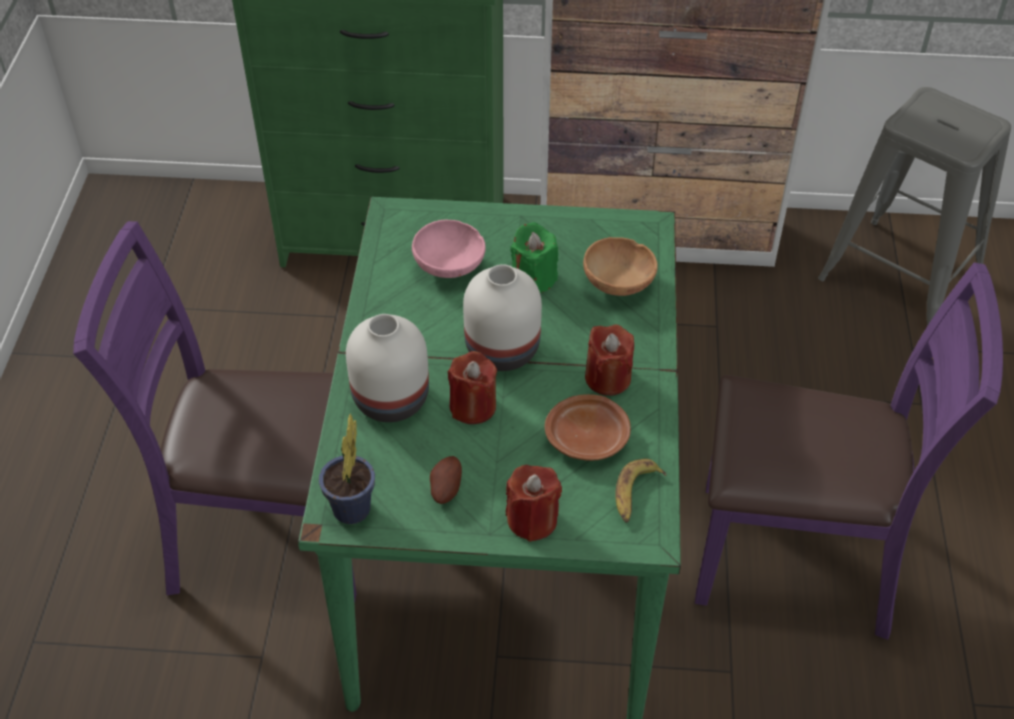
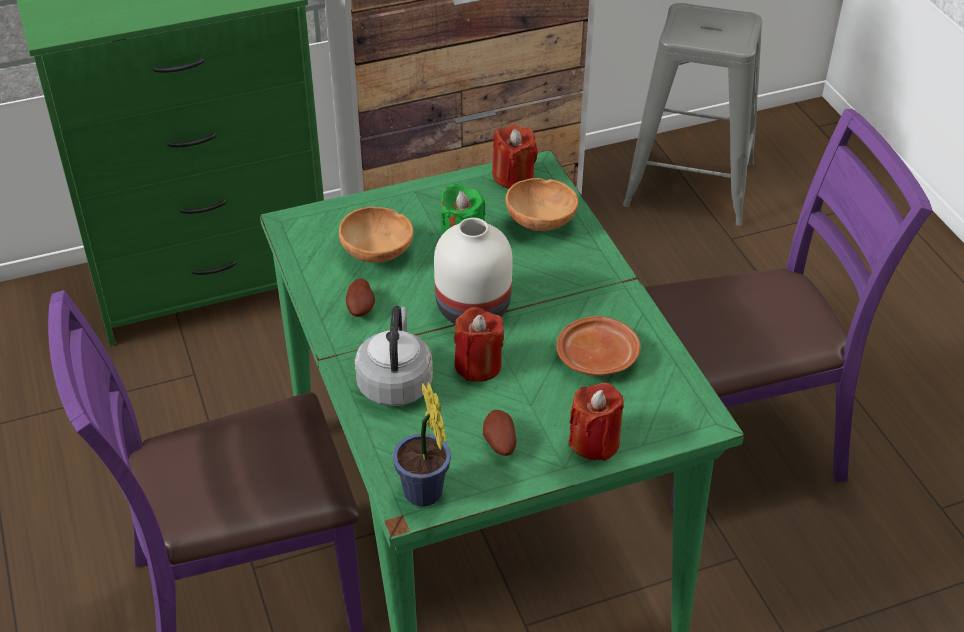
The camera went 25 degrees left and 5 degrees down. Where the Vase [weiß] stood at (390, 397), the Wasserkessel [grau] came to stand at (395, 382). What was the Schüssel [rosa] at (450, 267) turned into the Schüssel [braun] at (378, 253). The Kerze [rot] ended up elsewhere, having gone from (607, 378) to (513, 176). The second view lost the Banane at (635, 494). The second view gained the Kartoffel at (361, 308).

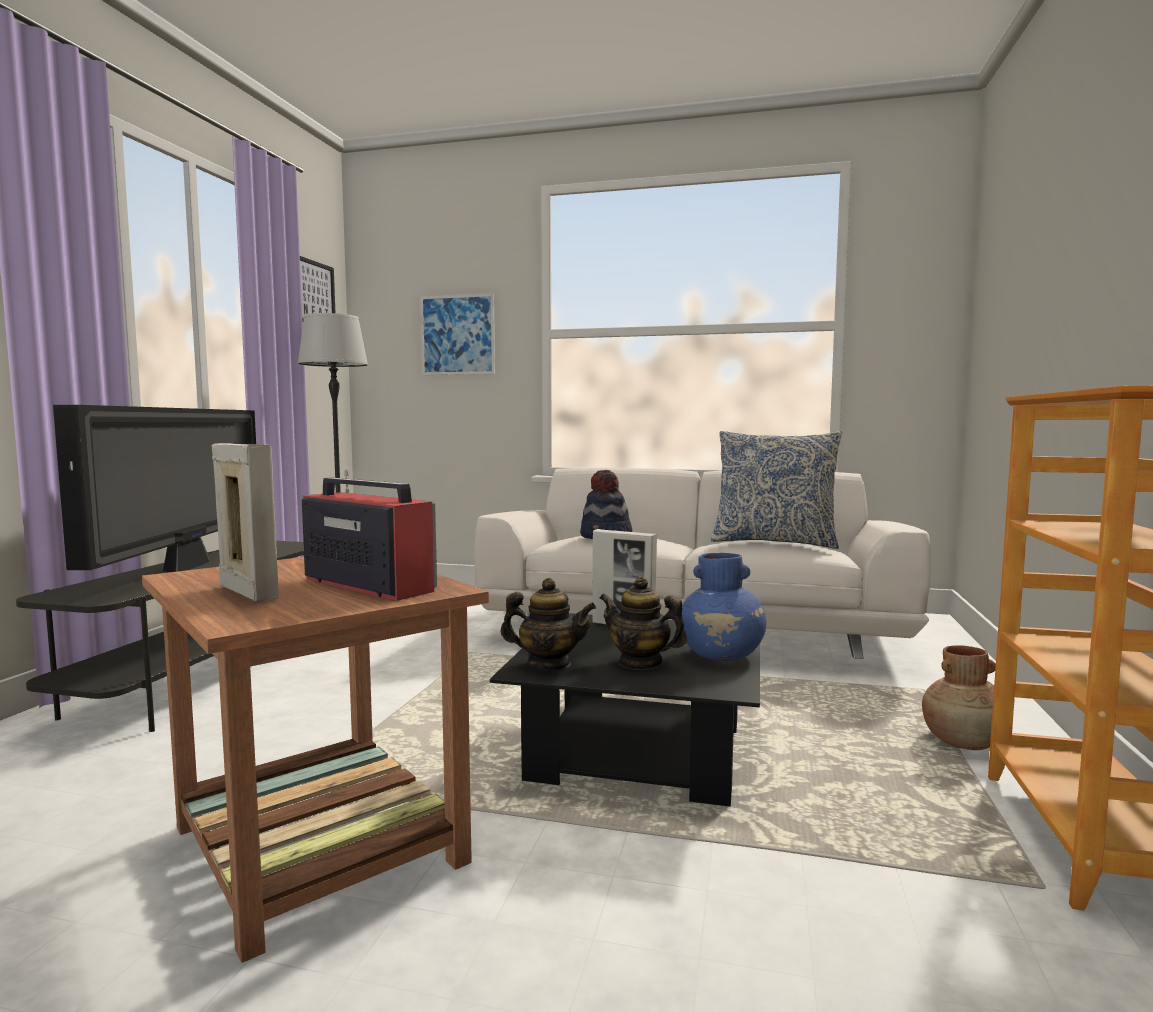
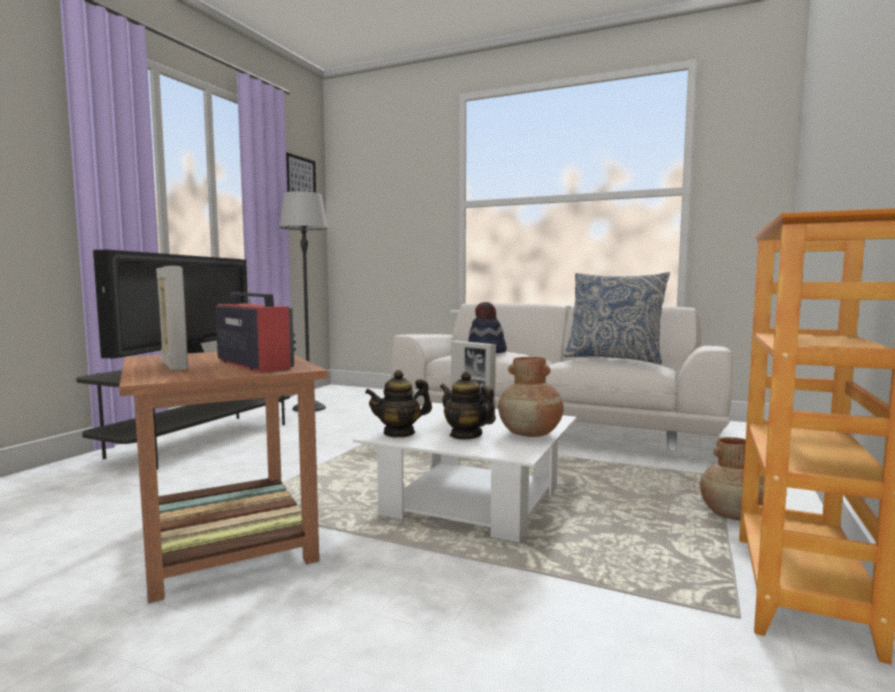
The camera went 10 degrees right and 0 degrees up. The second view lost the Bild at (457, 335). What was the Couchtisch [schwarz] at (639, 750) turned into the Couchtisch [weiß] at (472, 502). The Teekanne at (548, 664) ended up facing another way, 135 degrees clockwise from before. What was the Vase [blau] at (722, 656) turned into the Vase [braun] at (530, 434).

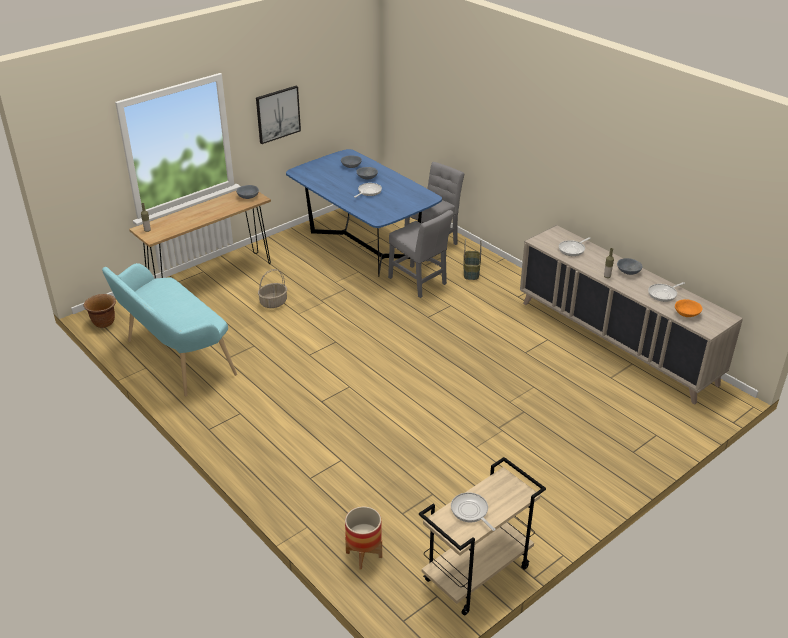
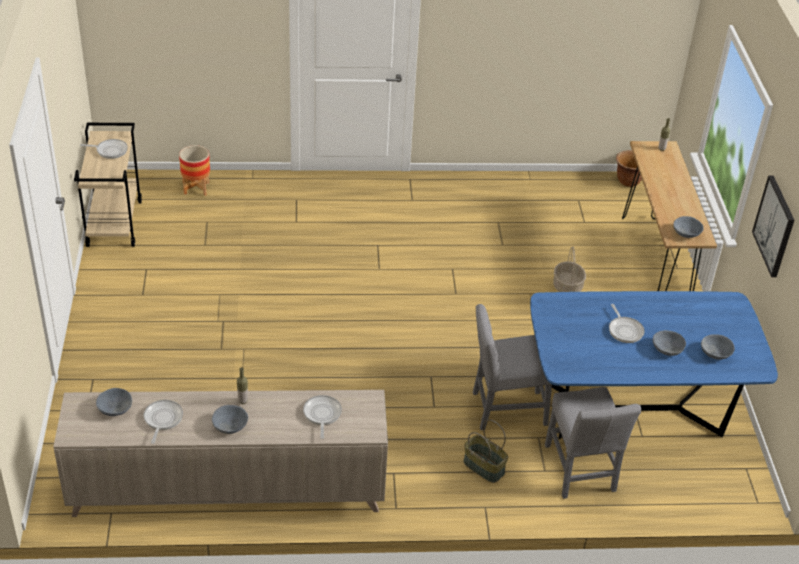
The camera went 125 degrees right and 5 degrees up. The second view lost the Bank [türkis] at (174, 359). What was the Schüssel [orange] at (686, 314) turned into the Schüssel [grau] at (115, 408).

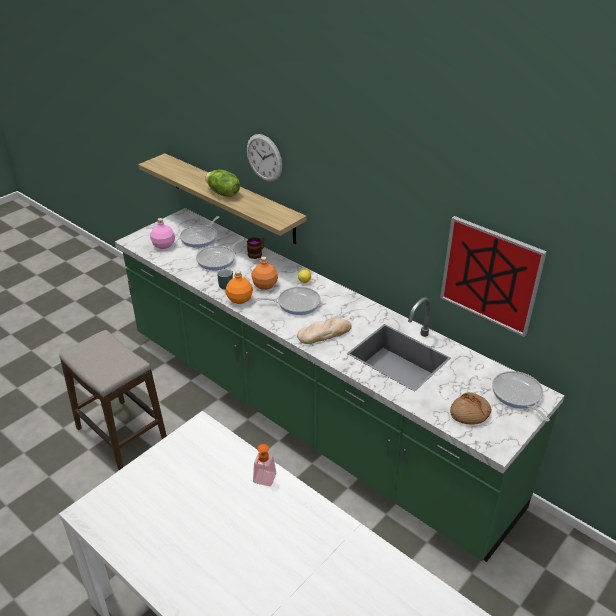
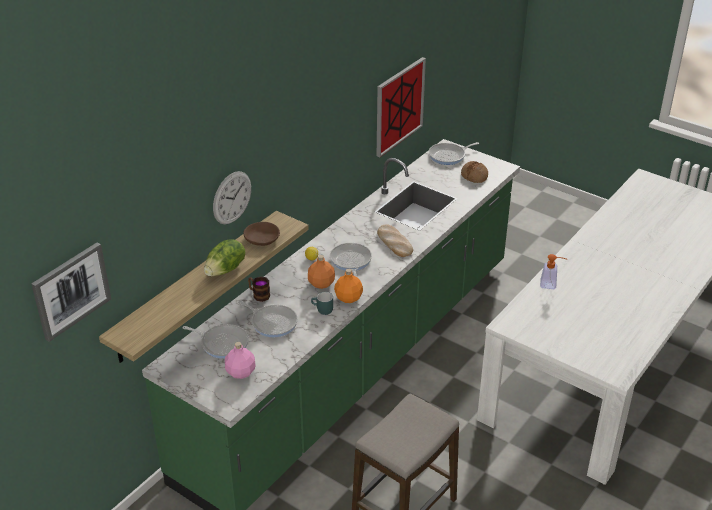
The camera went 95 degrees left and 0 degrees up. The second view gained the Bild at (71, 290). The second view gained the Schüssel [braun] at (262, 239).

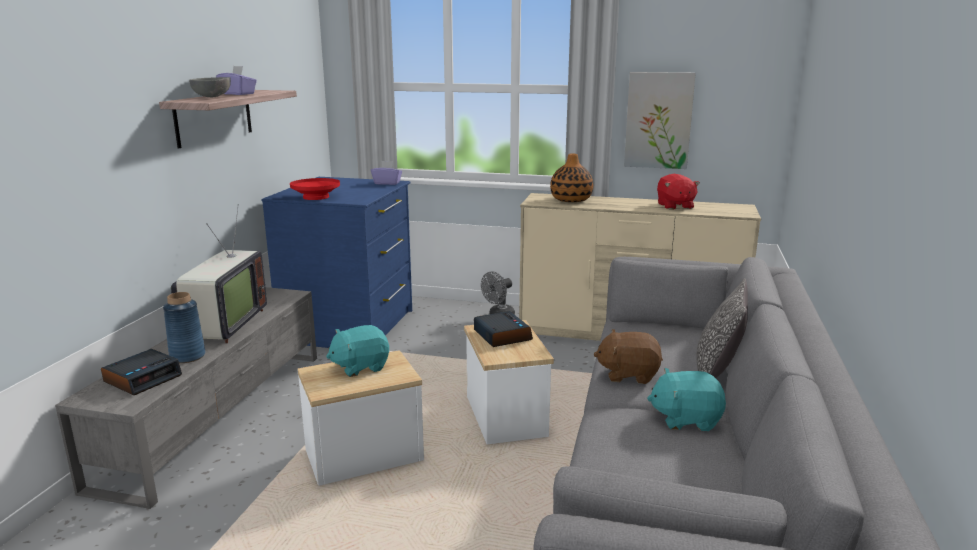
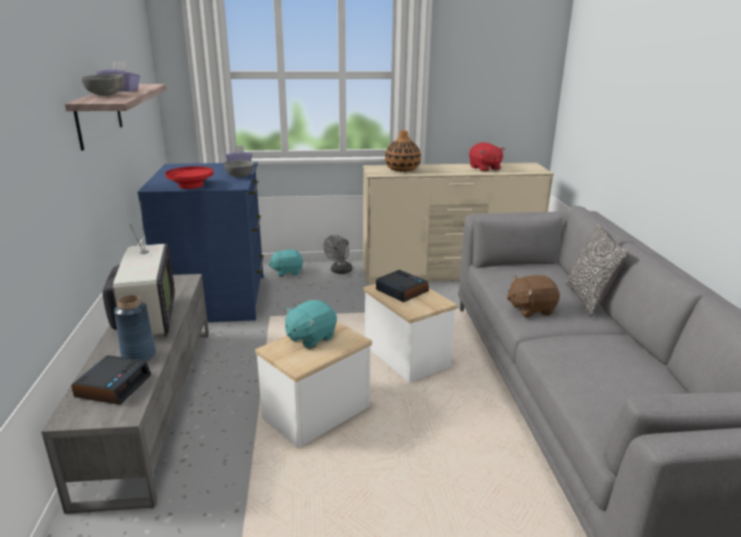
The camera went 20 degrees left and 5 degrees up. The second view lost the Bild at (658, 120). The Plüschtier [türkis] ended up elsewhere, having gone from (685, 419) to (287, 272). The second view gained the Schüssel [grau] at (239, 176).

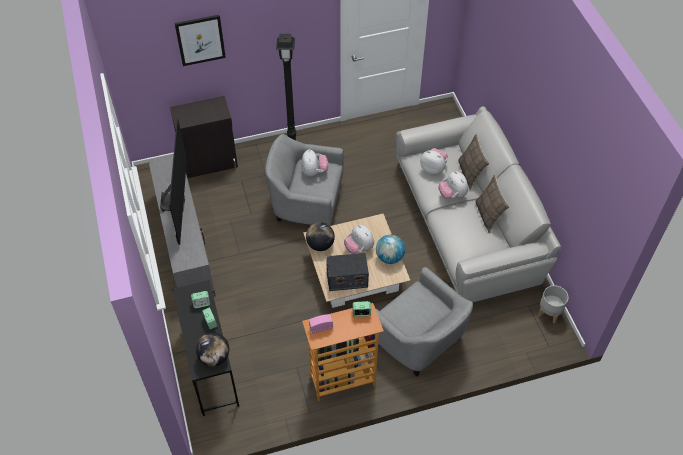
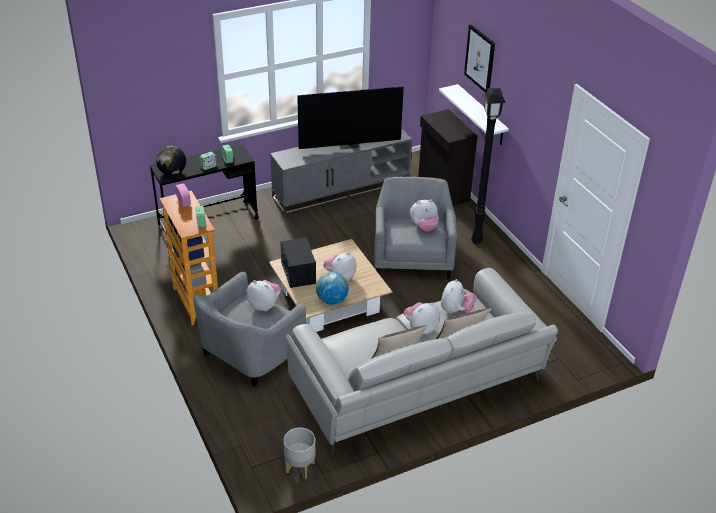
The camera went 80 degrees right and 15 degrees down. The second view lost the Globus at (320, 245). The second view gained the Plüschtier at (264, 305). The second view gained the Wandregal [weiß] at (481, 115).

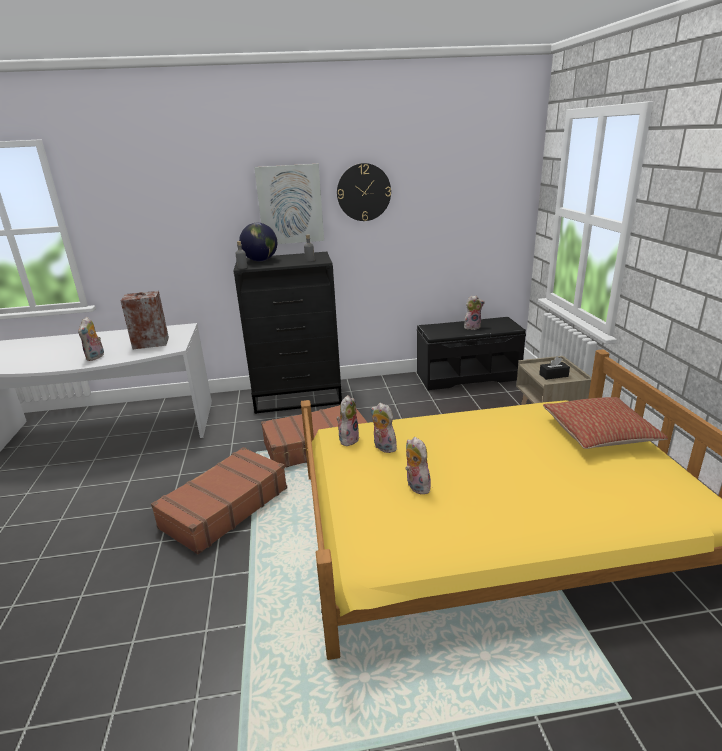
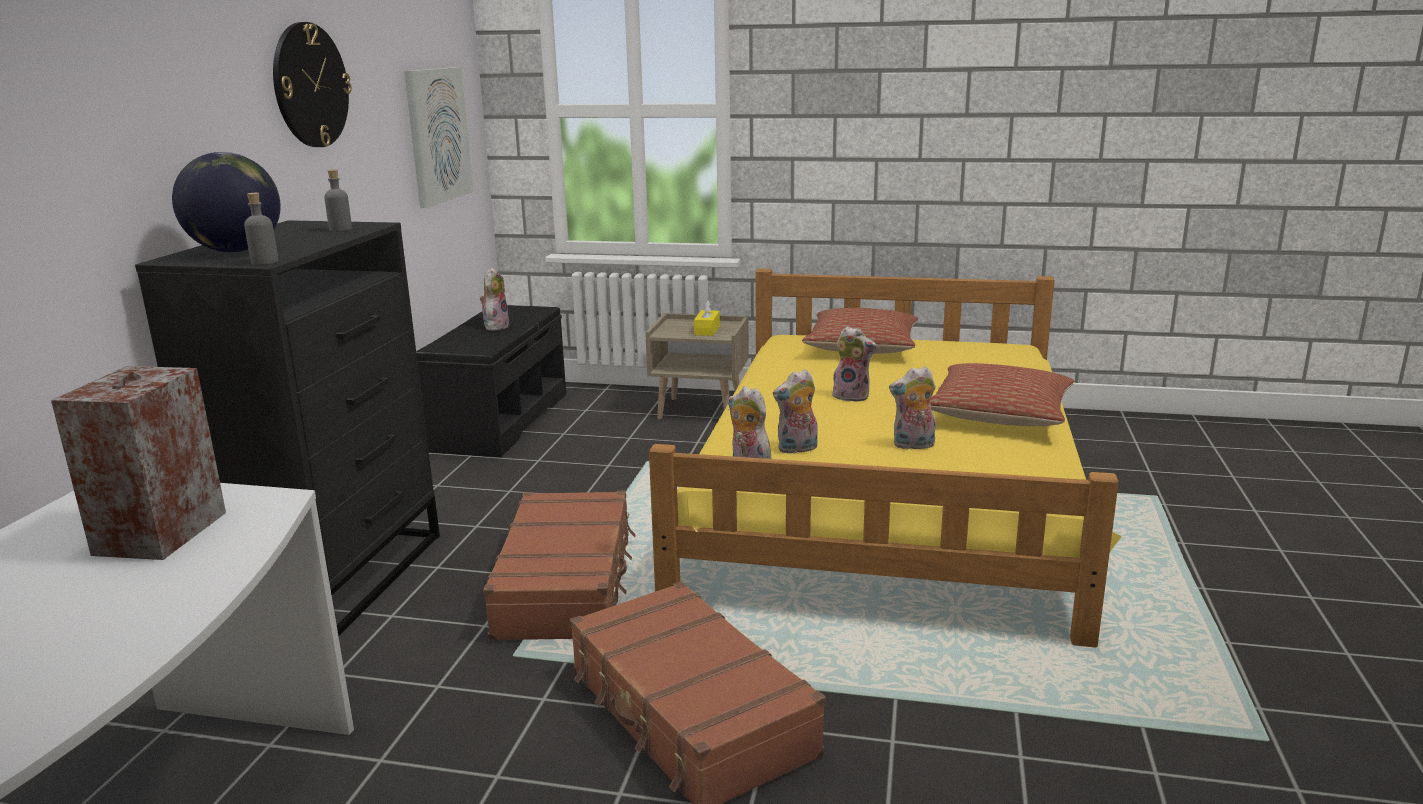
The camera went 70 degrees left and 5 degrees down. The Plüschtier ended up elsewhere, having gone from (96, 357) to (852, 396). The Bild ended up elsewhere, having gone from (290, 204) to (437, 135). What was the Taschentuchbox [schwarz] at (553, 375) turned into the Taschentuchbox [gelb] at (707, 330). The second view gained the Kissen at (999, 414).

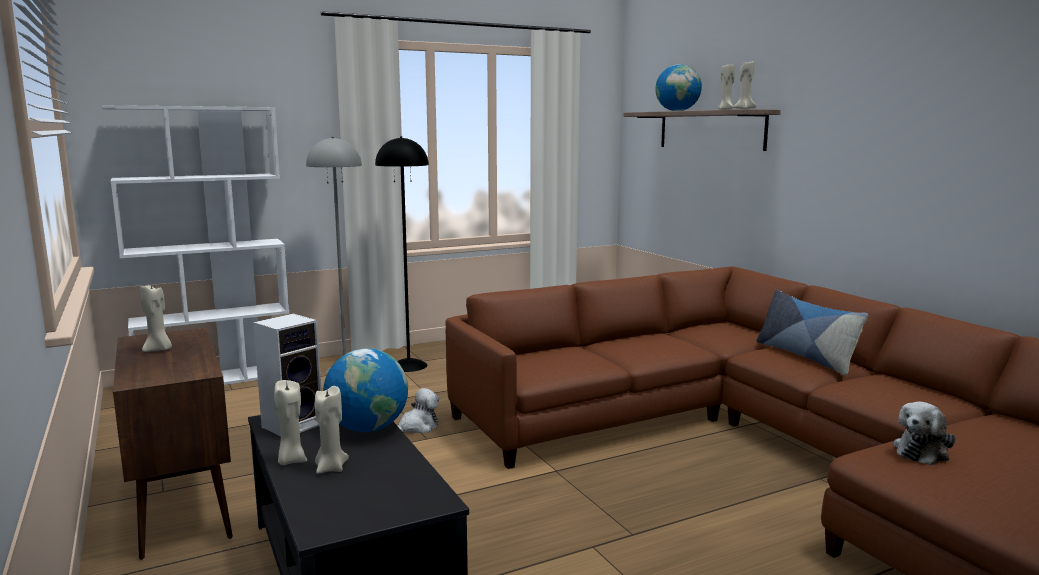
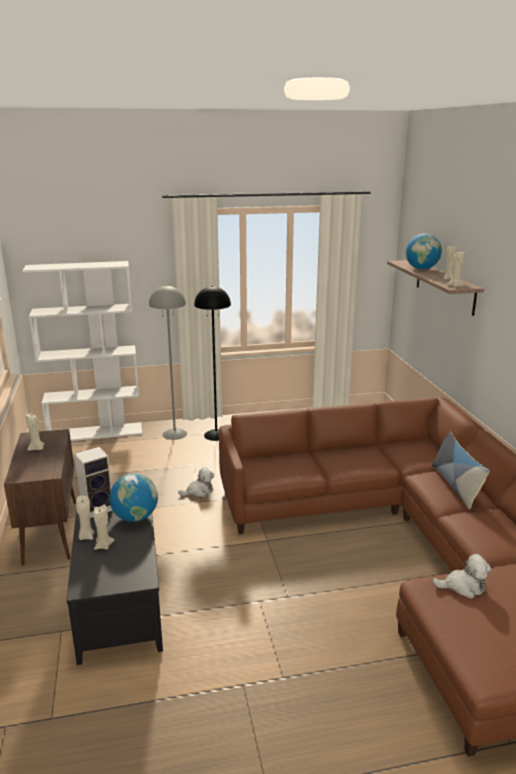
The camera went 15 degrees right and 10 degrees up. The Plüschtier at (923, 451) ended up facing another way, 150 degrees counterclockwise from before.

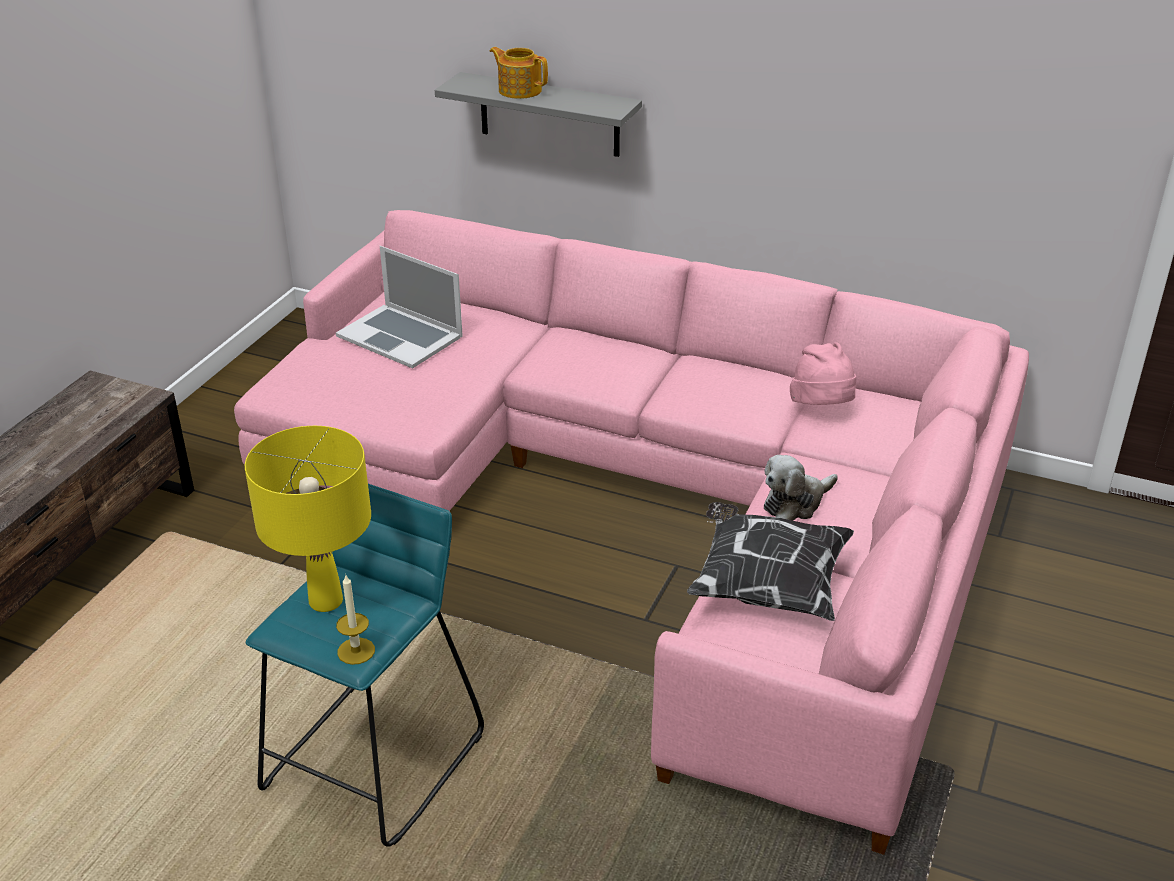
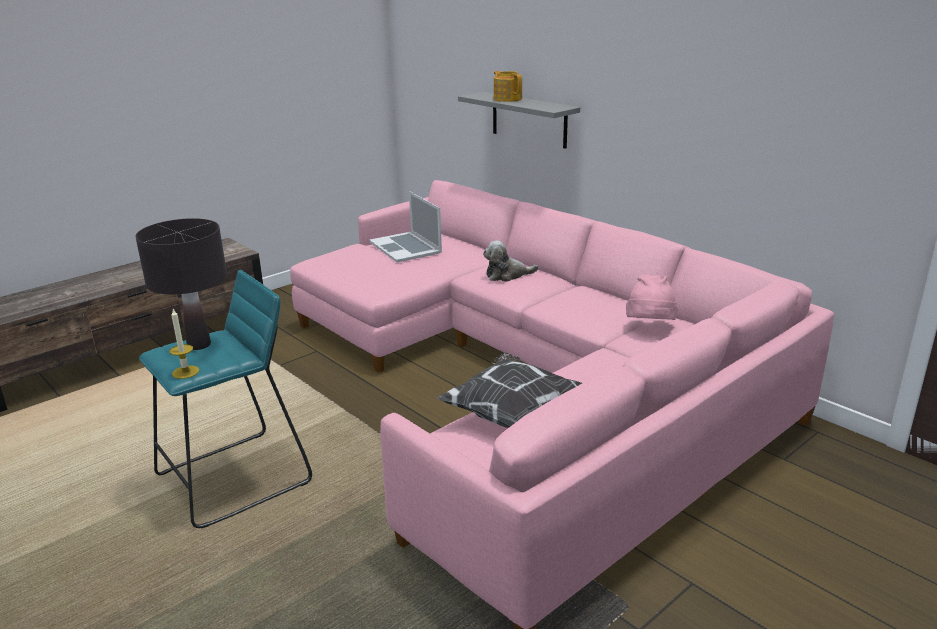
The camera went 25 degrees right and 10 degrees down. What was the Tischlampe [gelb] at (325, 601) turned into the Tischlampe [schwarz] at (199, 345). The Plüschtier ended up elsewhere, having gone from (795, 503) to (507, 275).

